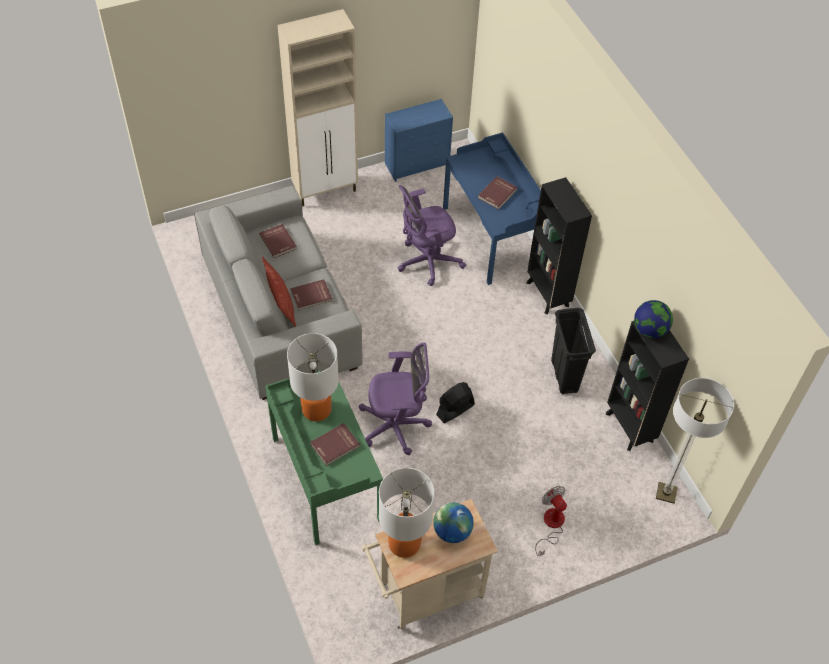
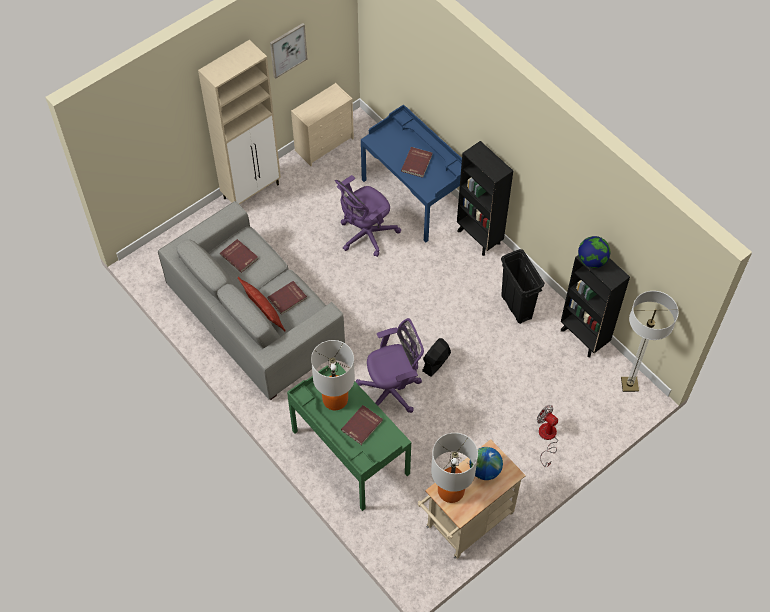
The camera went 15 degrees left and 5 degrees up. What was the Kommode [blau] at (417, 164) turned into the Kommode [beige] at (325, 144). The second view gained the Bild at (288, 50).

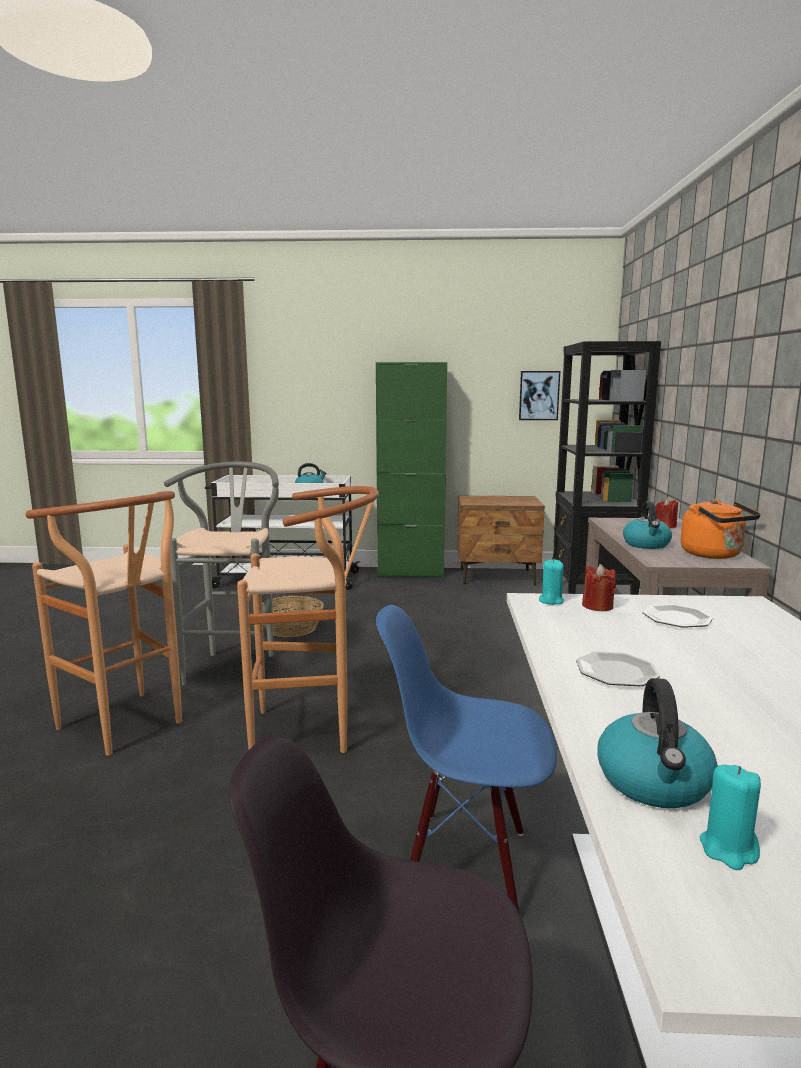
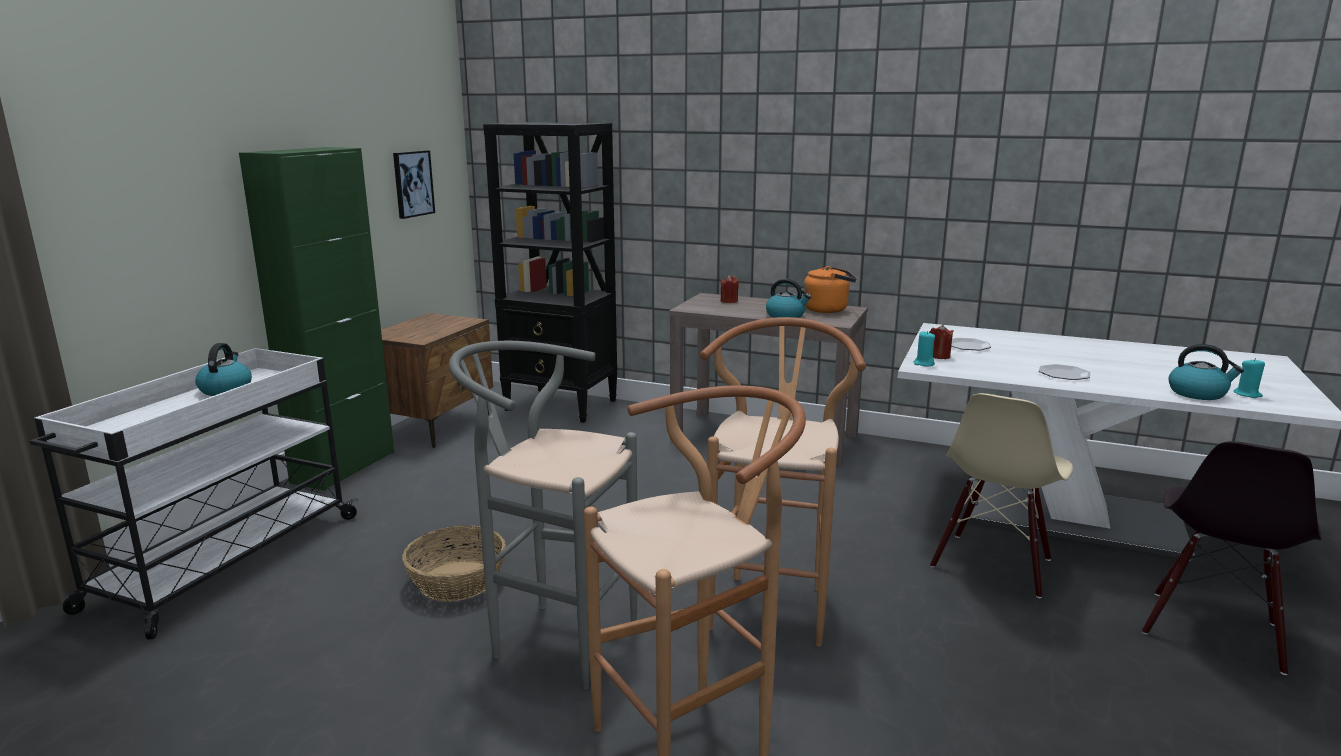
The camera went 70 degrees left and 5 degrees up. What was the Stuhl [blau] at (465, 866) turned into the Stuhl [beige] at (993, 564).

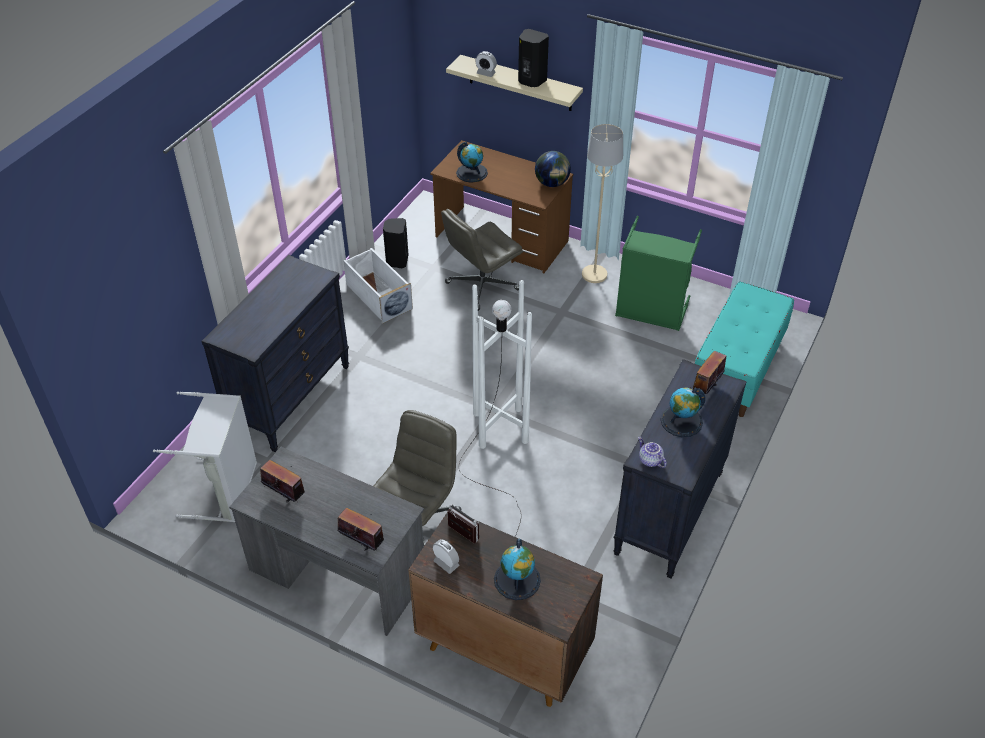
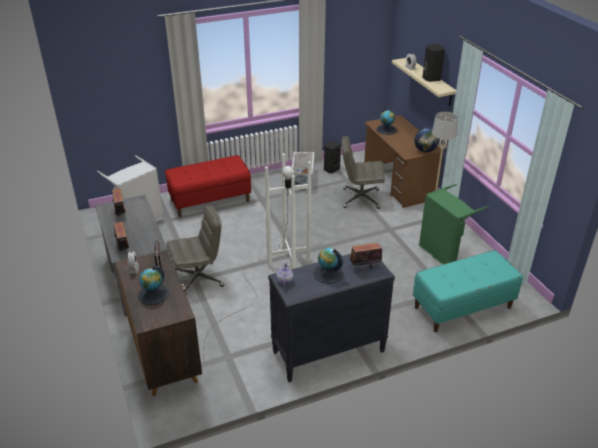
The camera went 40 degrees right and 10 degrees down. Where the Kommode [schwarz] stood at (290, 398), the Bank [rot] came to stand at (210, 201).

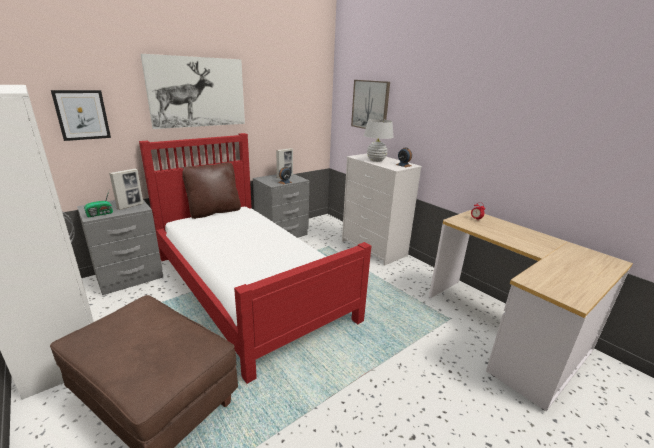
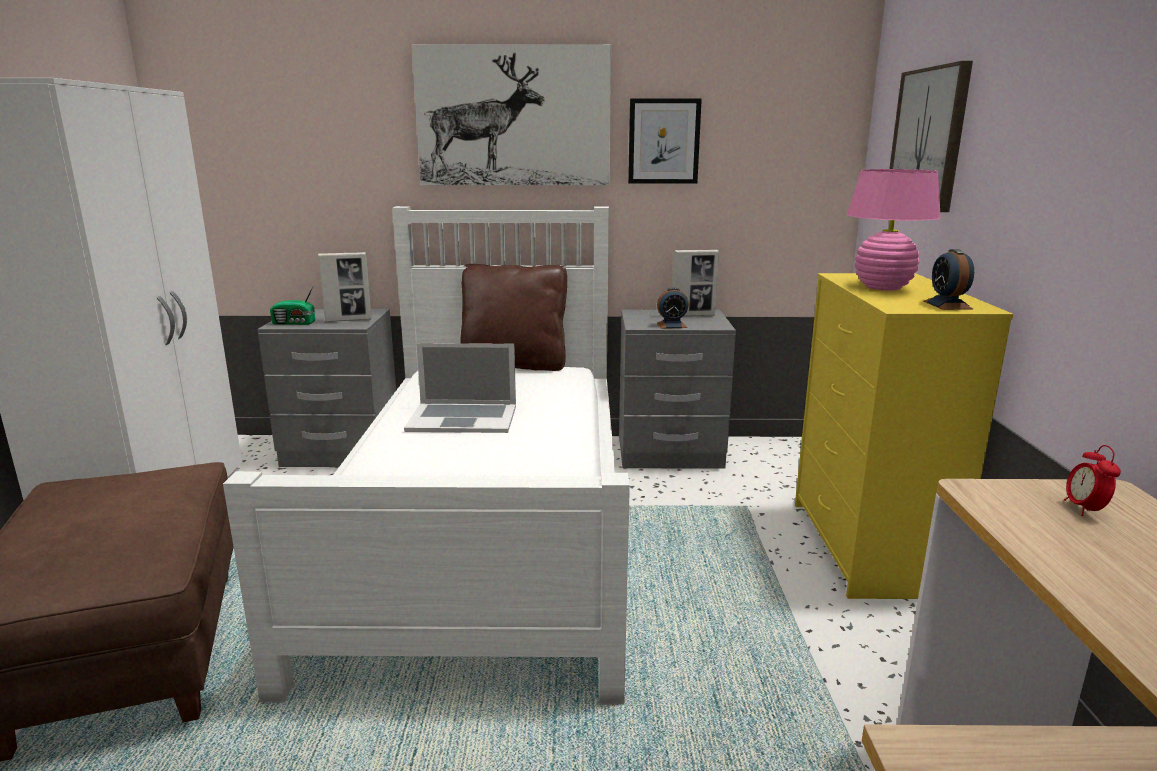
The camera went 40 degrees right and 5 degrees down. The Bild ended up elsewhere, having gone from (82, 115) to (664, 141). What was the Bett [rot] at (248, 285) turned into the Bett [weiß] at (486, 528). What was the Kommode [weiß] at (374, 248) turned into the Kommode [gelb] at (868, 548). What was the Tischlampe [weiß] at (376, 160) turned into the Tischlampe [rosa] at (882, 287). The second view gained the Laptop at (463, 418).

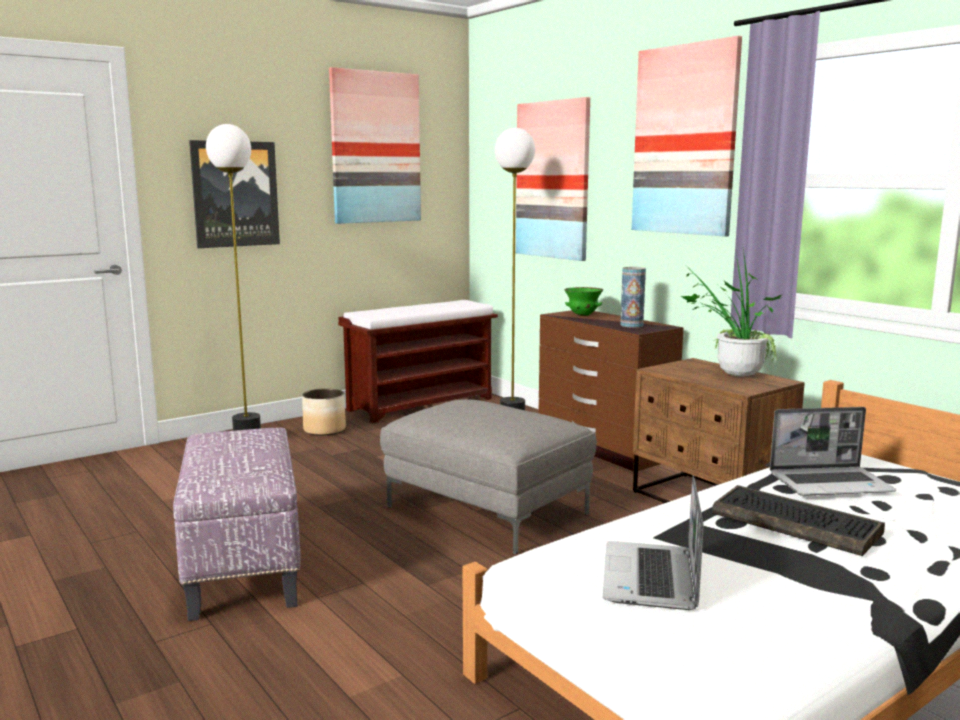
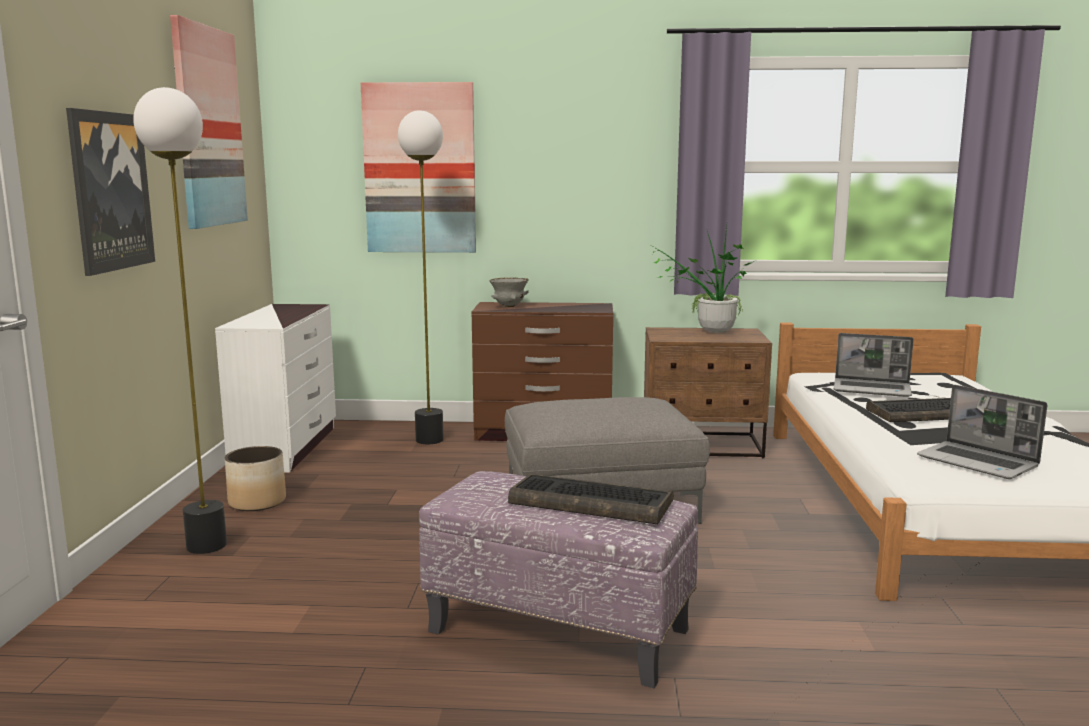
The camera went 50 degrees left and 0 degrees up. Where the Bank [braun] stood at (421, 404), the Kommode [weiß] came to stand at (287, 448). What was the Schüssel [grün] at (583, 315) turned into the Schüssel [grau] at (509, 306). The second view lost the Vase at (631, 325). The second view lost the Bild at (685, 140). The Laptop at (831, 483) ended up facing another way, 75 degrees clockwise from before. The second view gained the Tastatur at (589, 502).

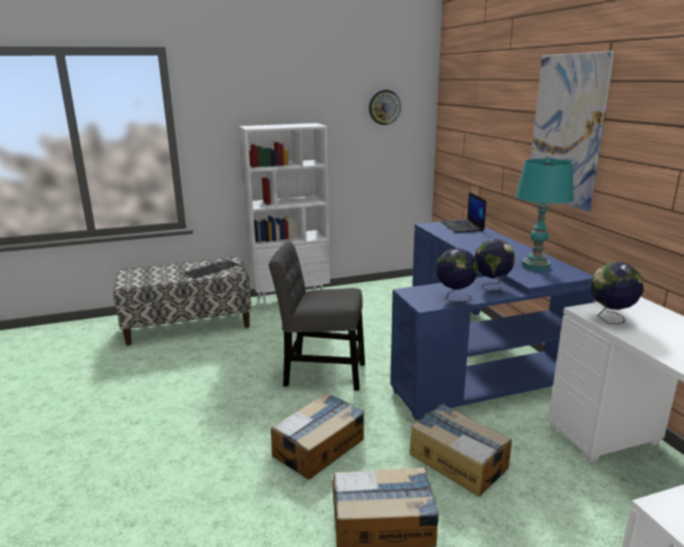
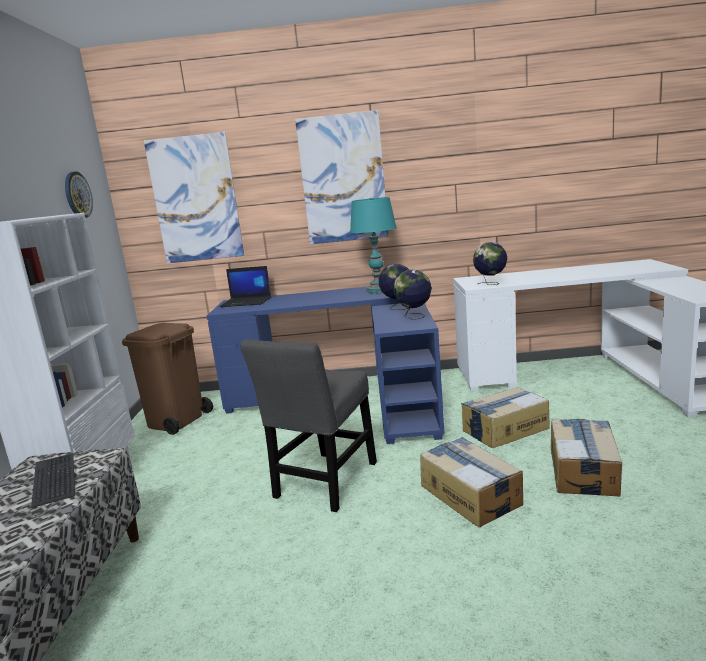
The camera went 70 degrees left and 5 degrees down. The second view gained the Mülleimer [braun] at (176, 421). The second view gained the Bild at (195, 199).

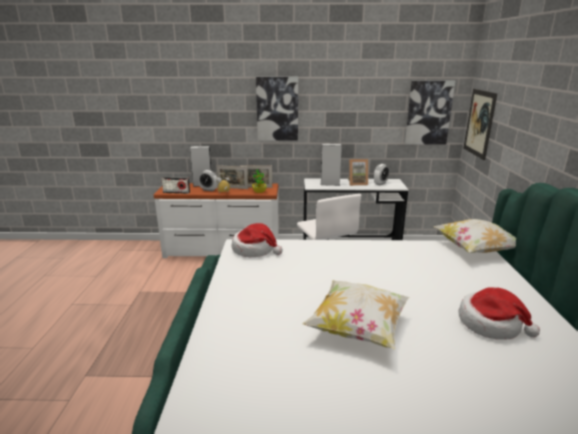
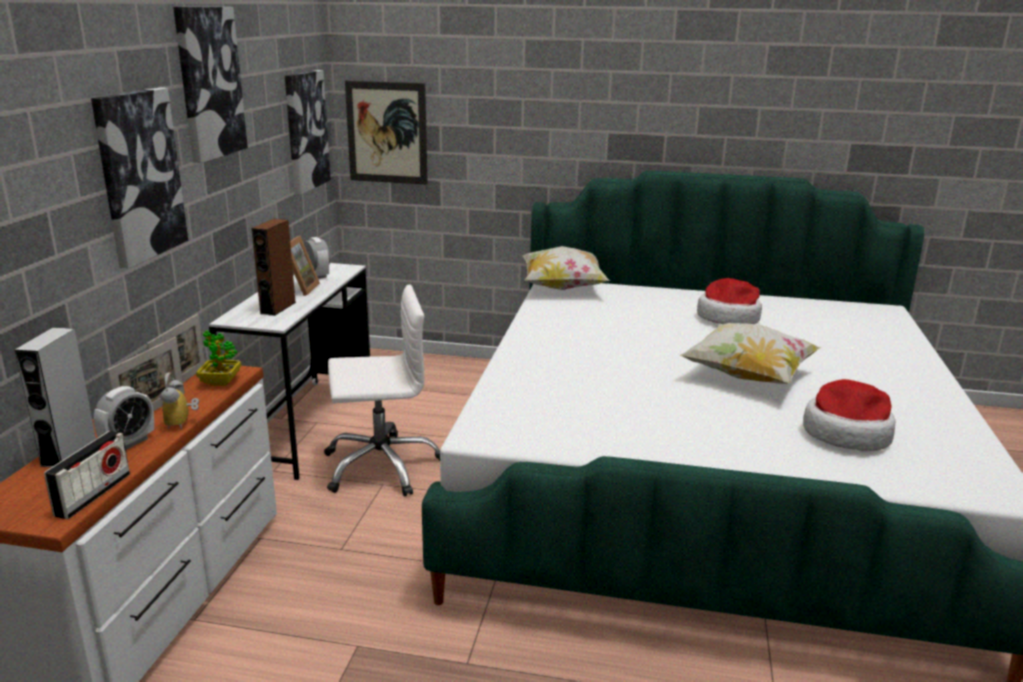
The camera went 80 degrees left and 0 degrees up. The Hut ended up elsewhere, having gone from (255, 249) to (846, 434). What was the Lautsprecher [grau] at (330, 184) turned into the Lautsprecher [braun] at (278, 308). The second view gained the Bild at (209, 83).

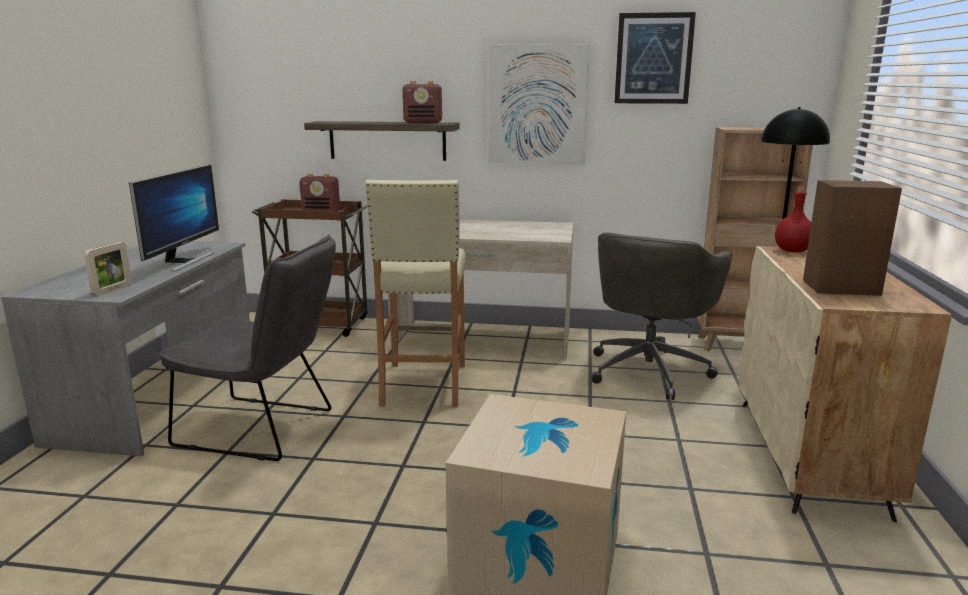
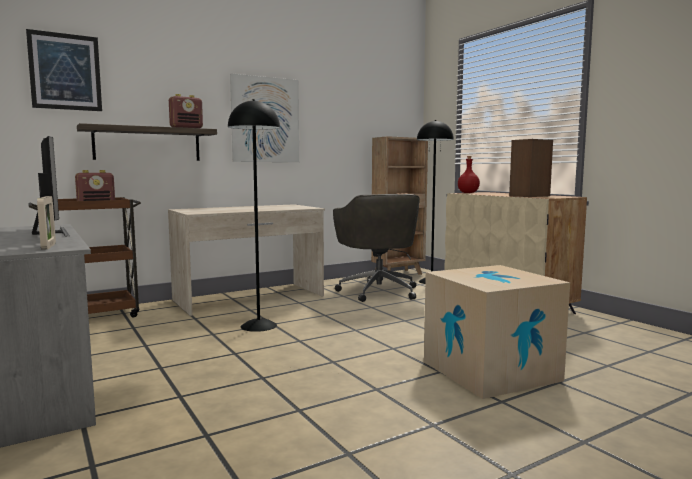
The camera went 40 degrees left and 10 degrees down. The second view lost the Stuhl [grau] at (264, 429). Where the Hocker [beige] stood at (423, 385), the Stehlampe [schwarz] came to stand at (258, 326). The Bild ended up elsewhere, having gone from (653, 58) to (65, 72).

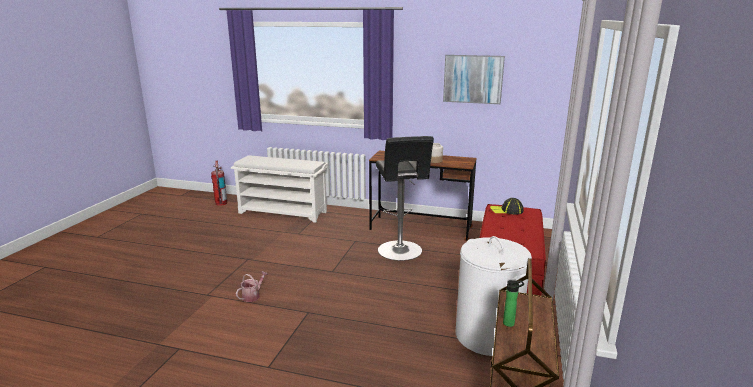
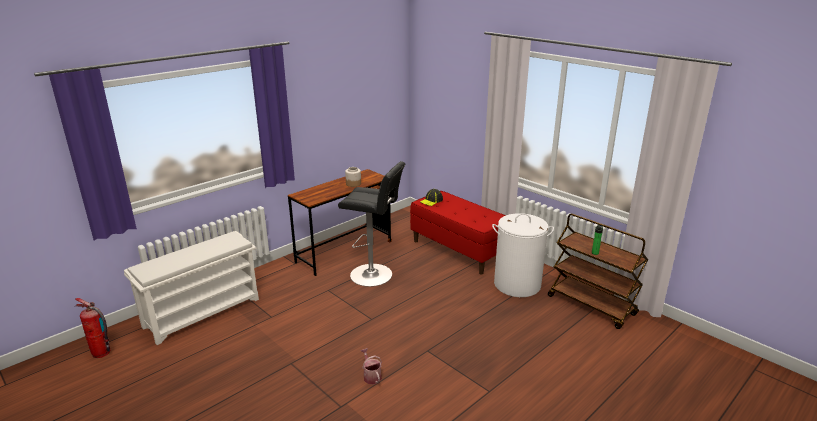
The camera went 60 degrees left and 5 degrees up. The second view lost the Bild at (473, 79).

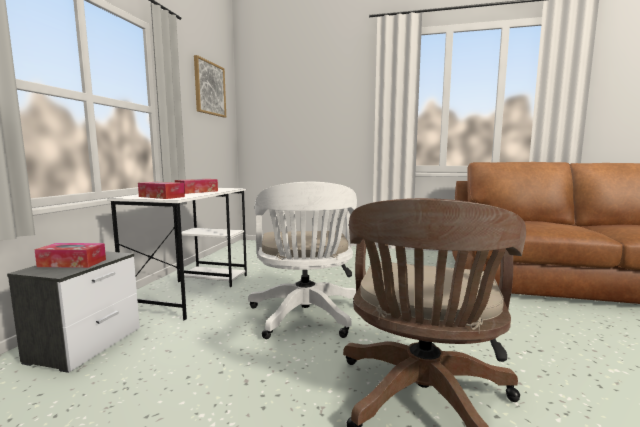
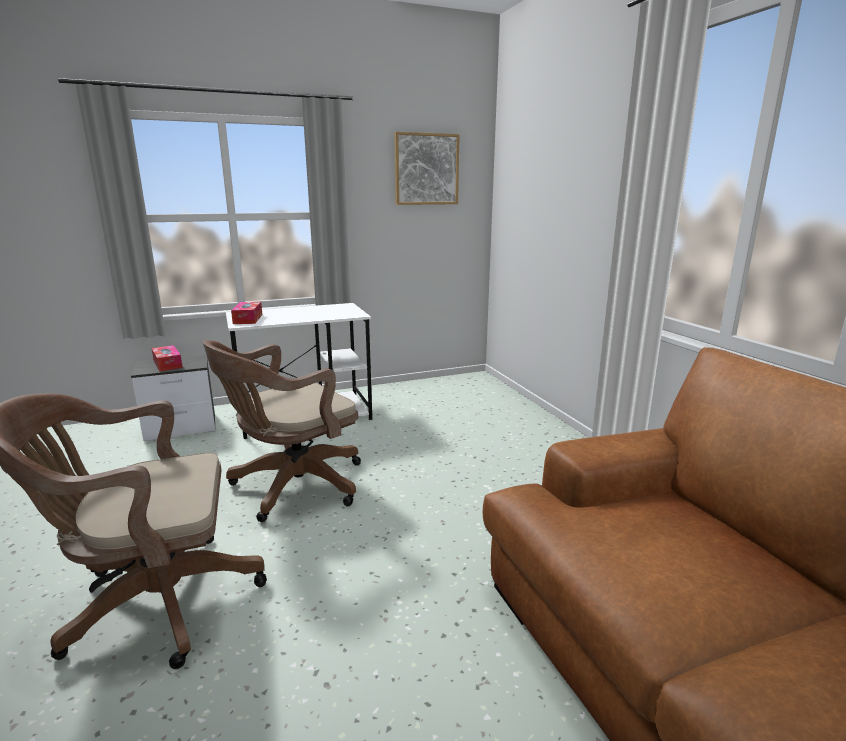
The camera went 55 degrees right and 10 degrees up. The second view lost the Taschentuchbox at (197, 191). What was the Bürostuhl [weiß] at (306, 317) turned into the Bürostuhl [braun] at (292, 487).

